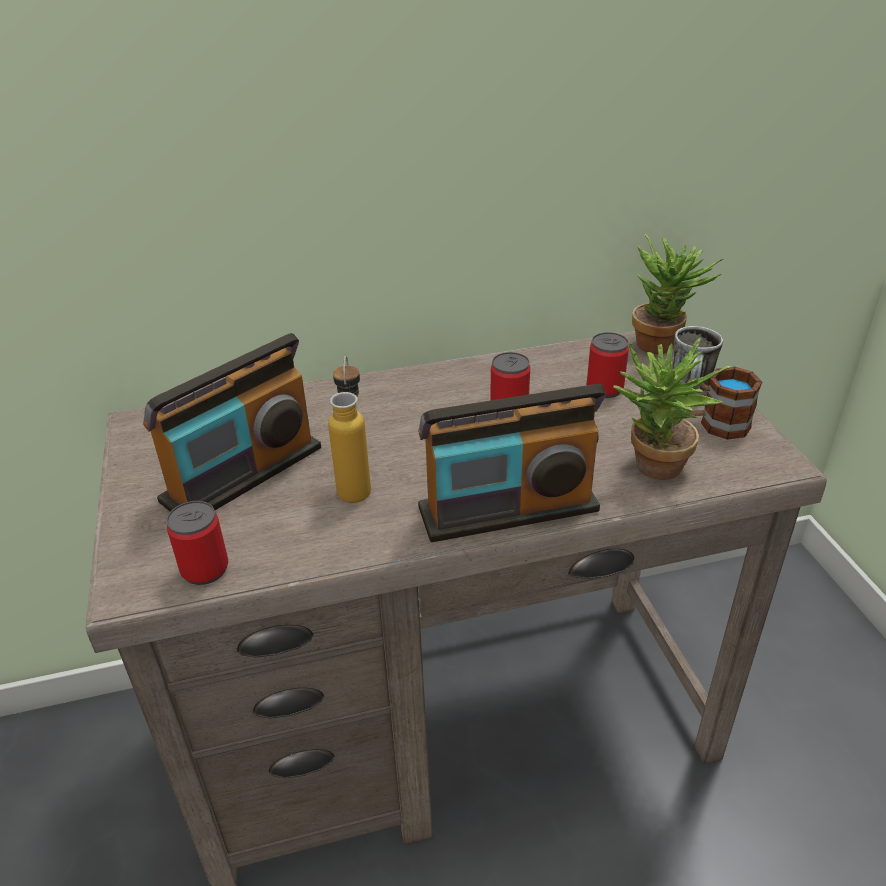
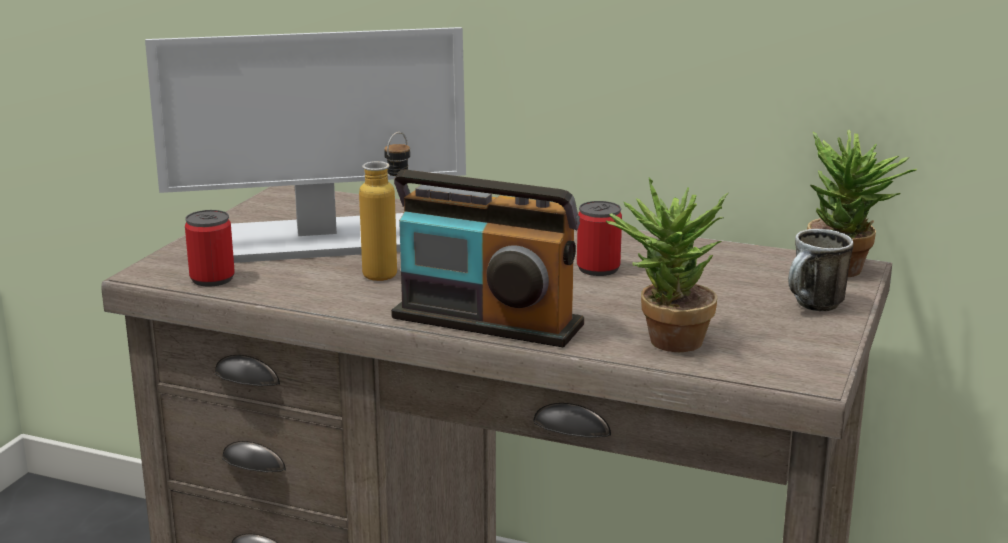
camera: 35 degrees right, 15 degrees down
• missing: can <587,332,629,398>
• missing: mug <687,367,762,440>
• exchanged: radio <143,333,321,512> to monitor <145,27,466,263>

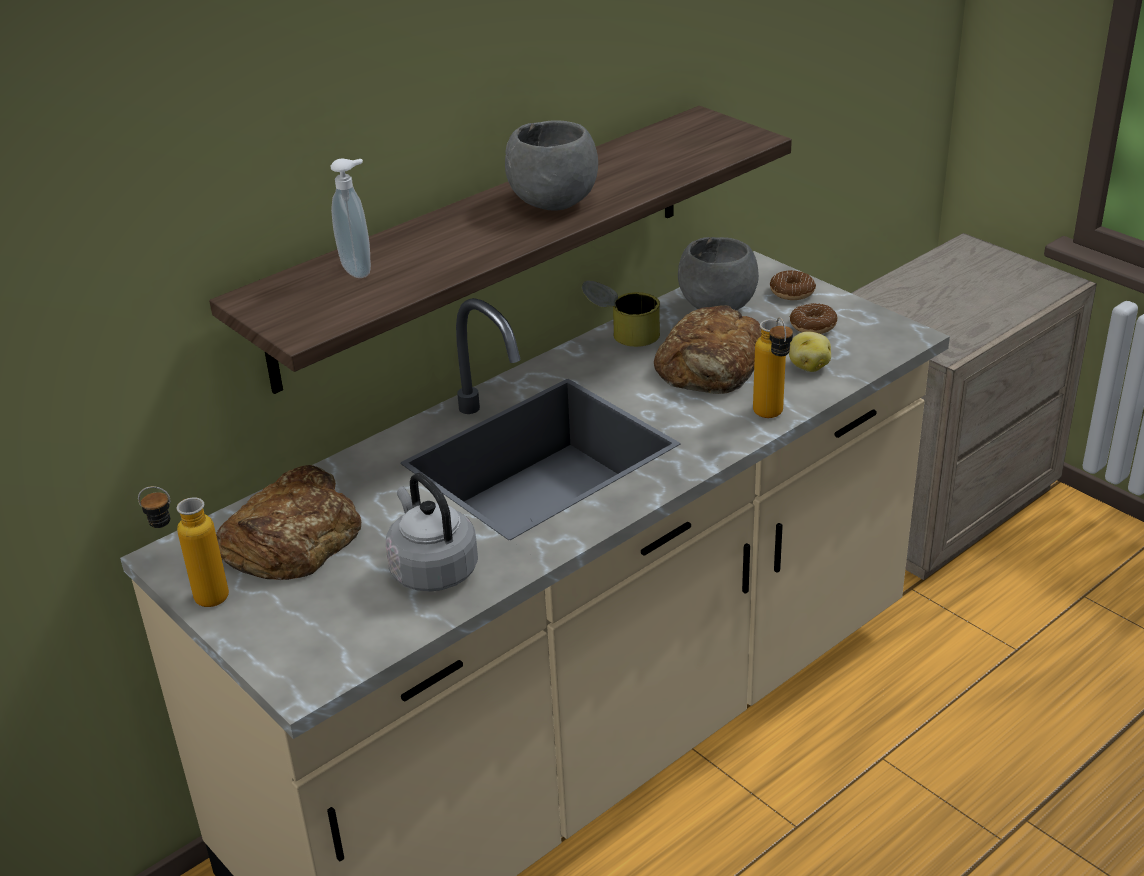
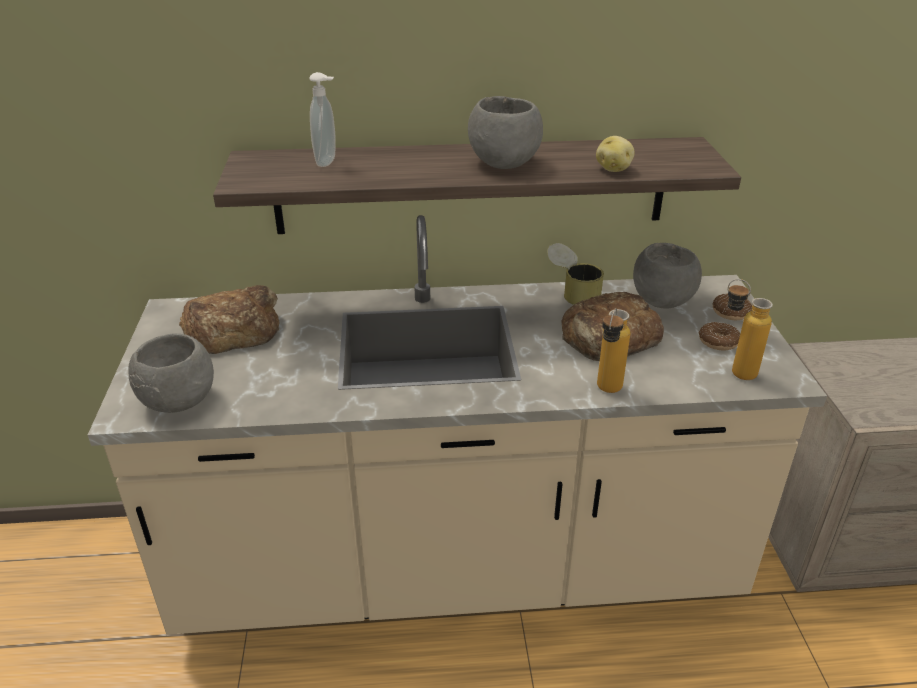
camera: 35 degrees right, 0 degrees up
• missing: grey kettle <386,473,478,592>
• appeared: grey bowl <128,334,214,413>
• relocated: bottle <138,486,229,607> to <727,279,773,380>
• relocated: potato <789,332,831,372> to <596,136,635,172>

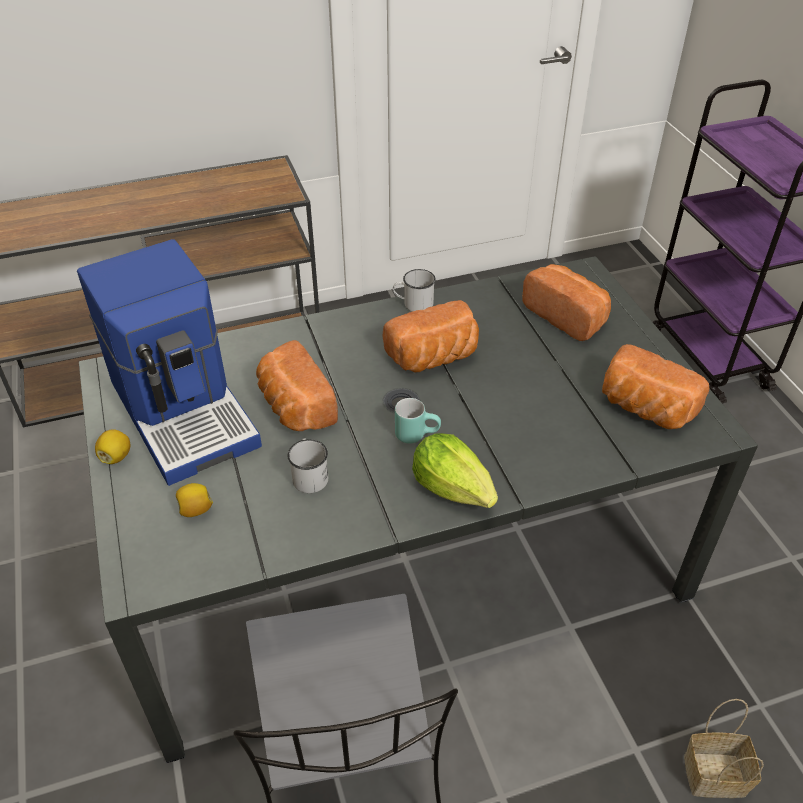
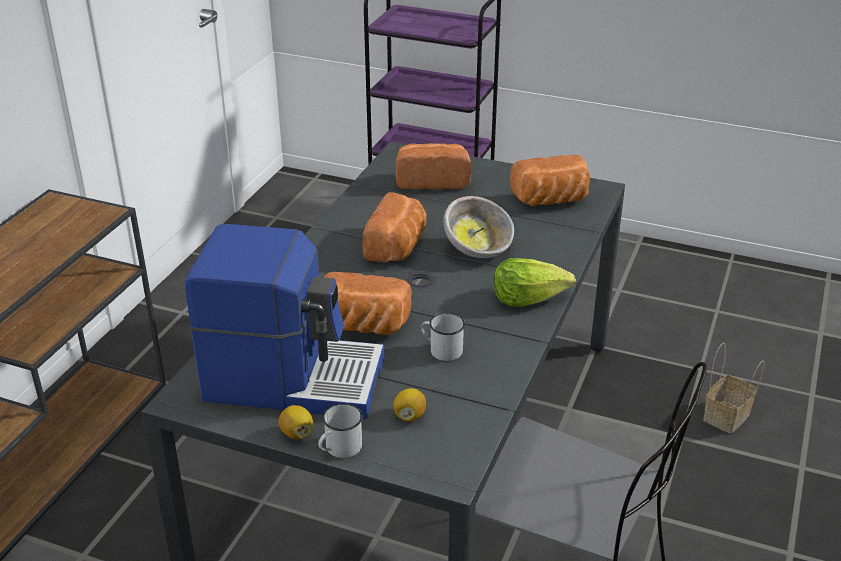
camera: 50 degrees left, 10 degrees down
• missing: turquoise mug <395,398,441,444>
• appeared: bowl <443,196,514,258>
• relocated: white mug <393,269,436,311> to <318,403,363,458>

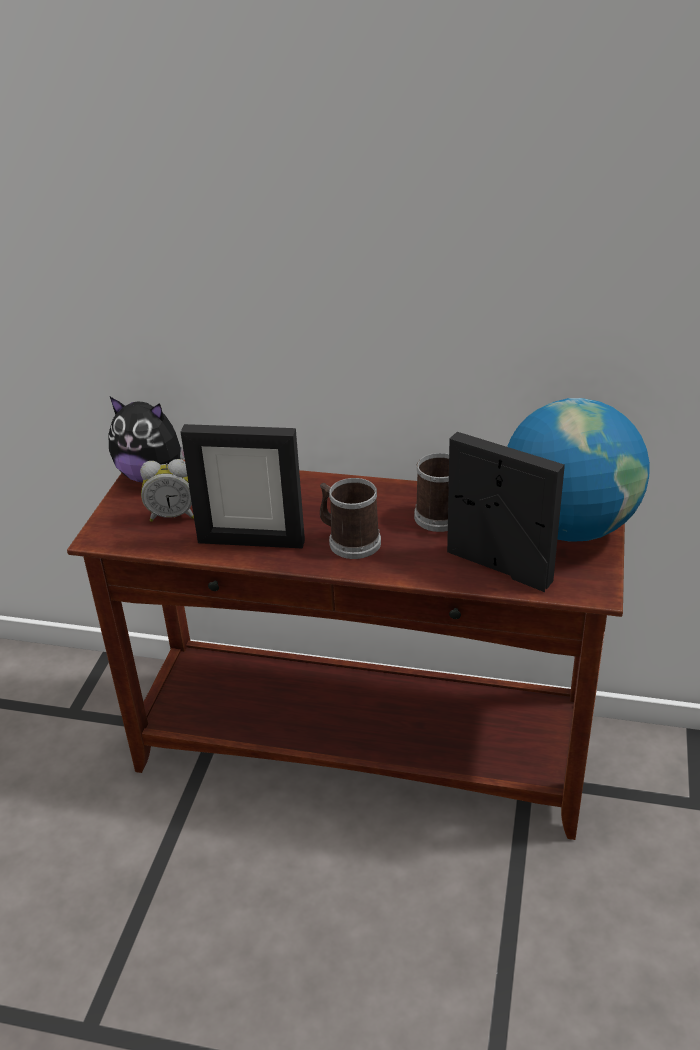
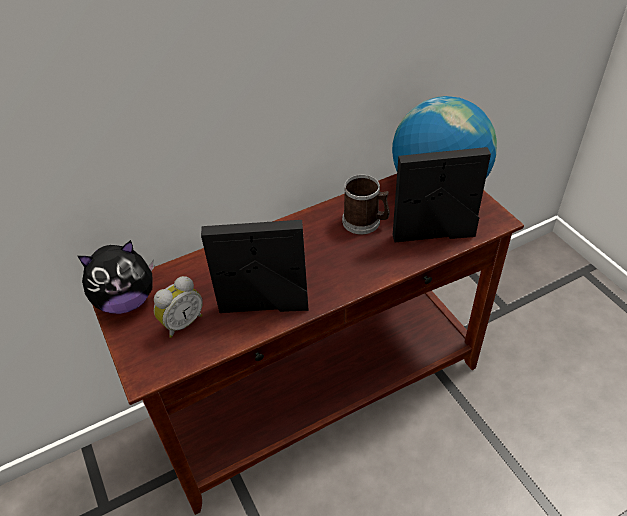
camera: 40 degrees left, 10 degrees up
• missing: mug <320,478,381,559>
• spun: picture frame <181,424,305,549> = <201,220,309,313> 150 degrees counterclockwise

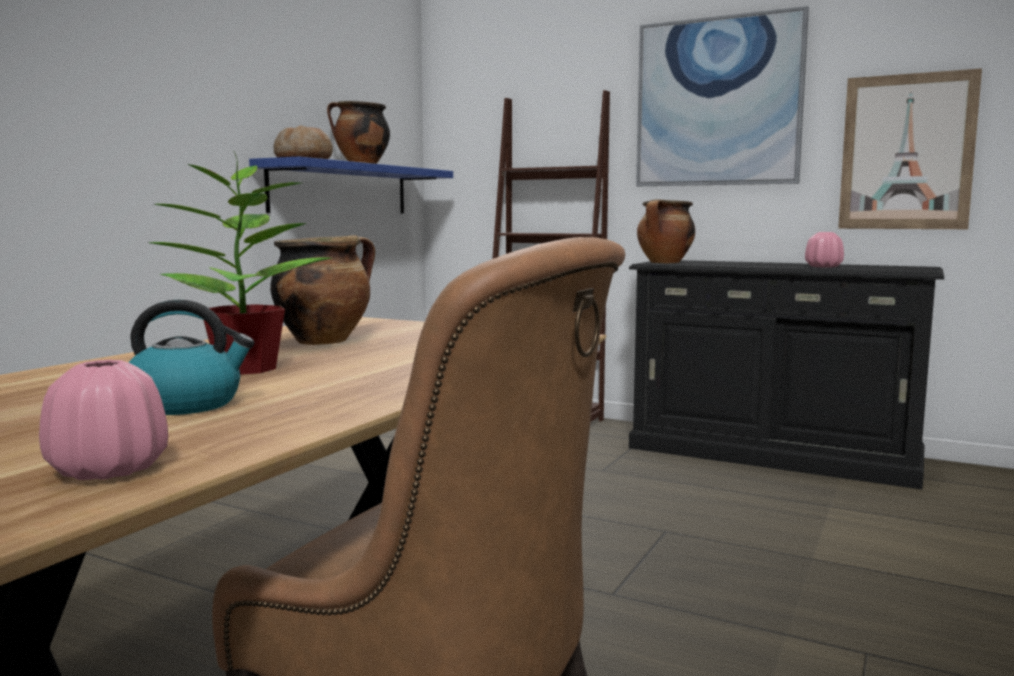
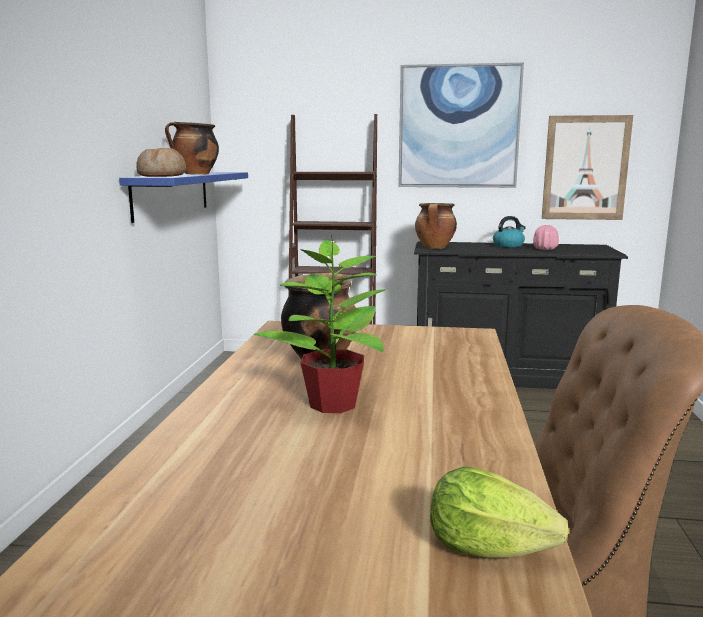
camera: 20 degrees left, 5 degrees up
• relocated: kettle <128,300,255,415> to <493,216,526,248>
• exchanged: pink vase <39,360,168,480> to lettuce <430,466,569,558>

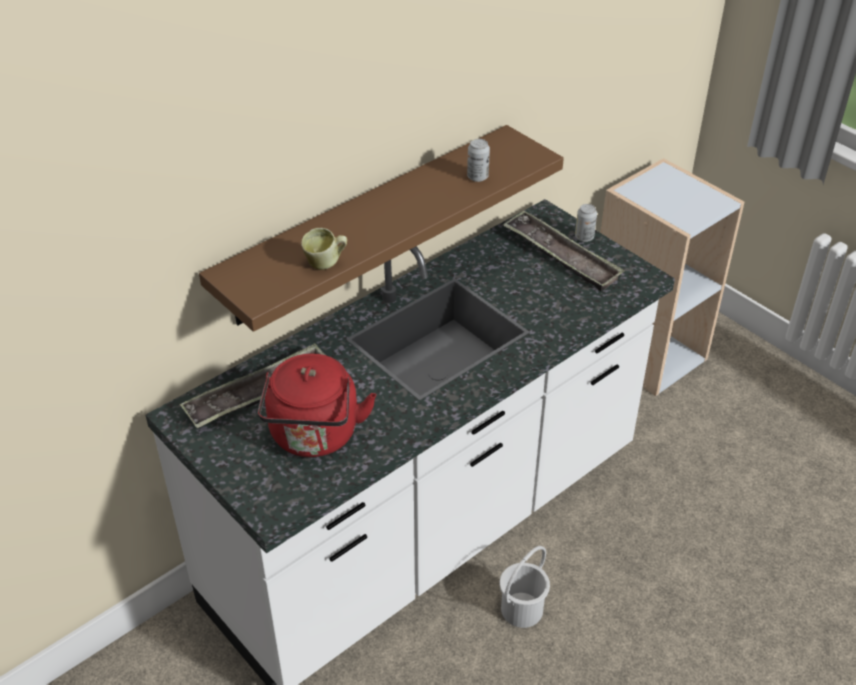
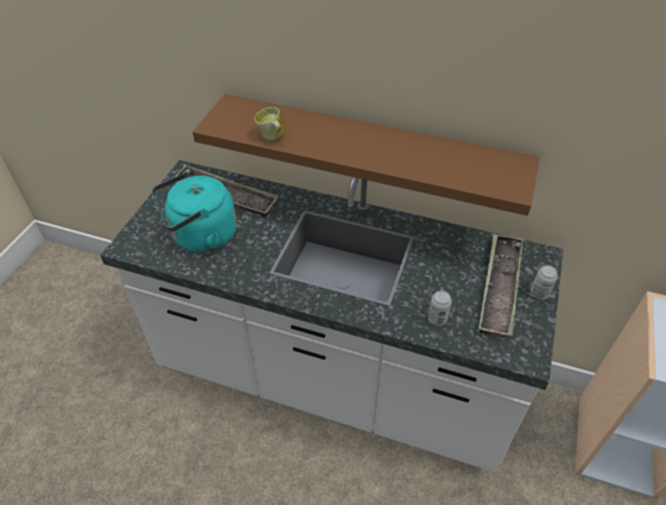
camera: 60 degrees right, 5 degrees up
• missing: white bucket <499,546,550,628>
• relocated: can <467,139,490,182> to <428,291,452,326>
• colour: red kettle <257,354,376,457> to turquoise kettle <152,172,237,253>

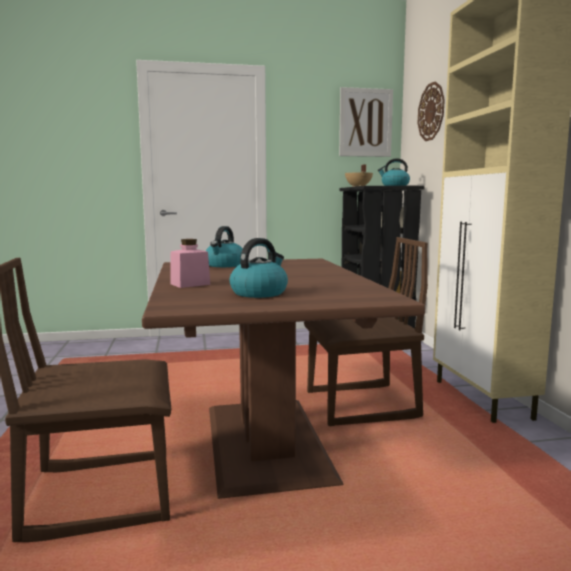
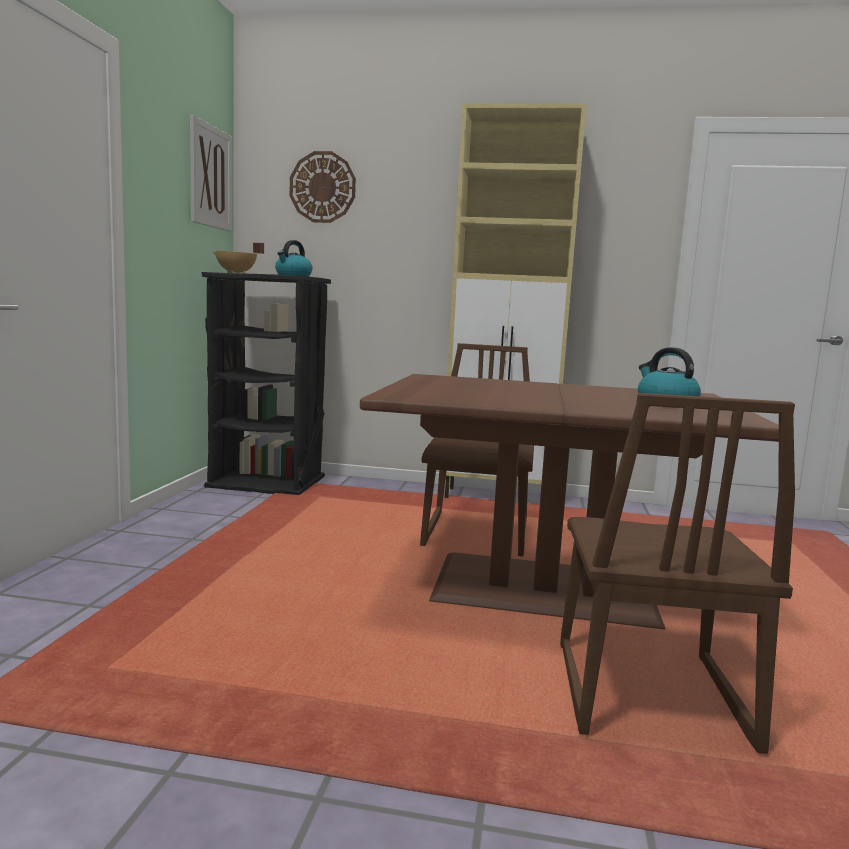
camera: 70 degrees left, 0 degrees up
• missing: pink jar <170,239,210,288>
• missing: kettle <206,226,243,267>

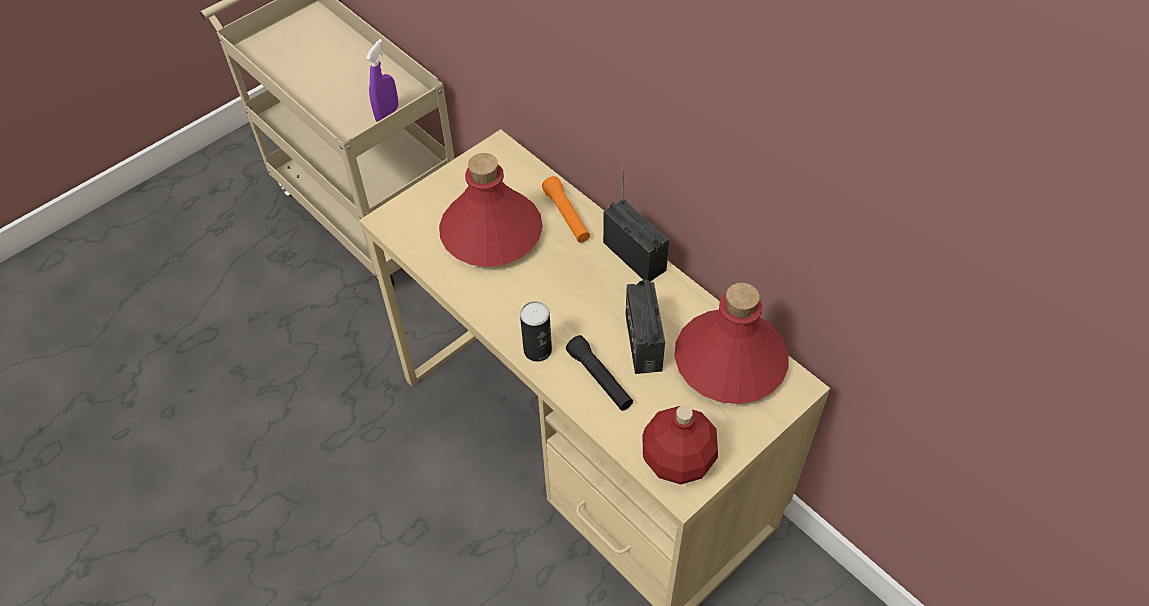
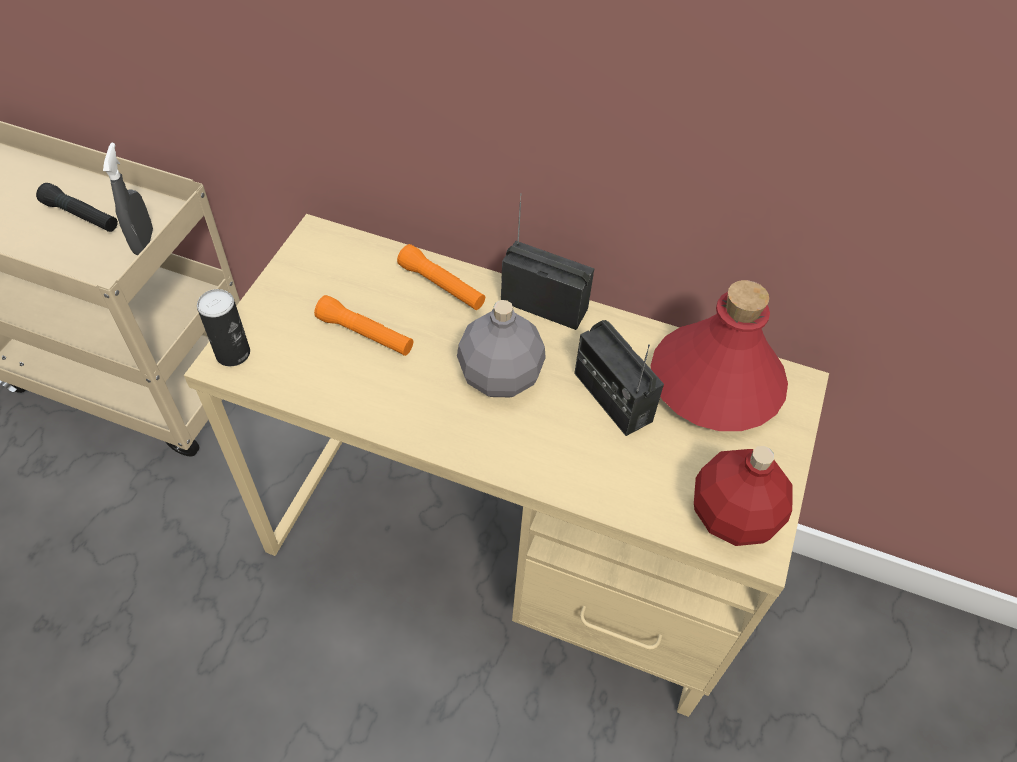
camera: 30 degrees left, 0 degrees up
• appeared: grey bottle <457,300,546,397>
• relocated: can <520,301,552,362> to <197,289,250,366>
• relocated: black flashlight <566,335,633,411> to <36,183,118,232>
• exchanged: red bottle <439,153,543,267> to orange flashlight <314,295,413,356>
• colour: purple spray bottle <366,39,398,122> to grey spray bottle <103,143,153,255>

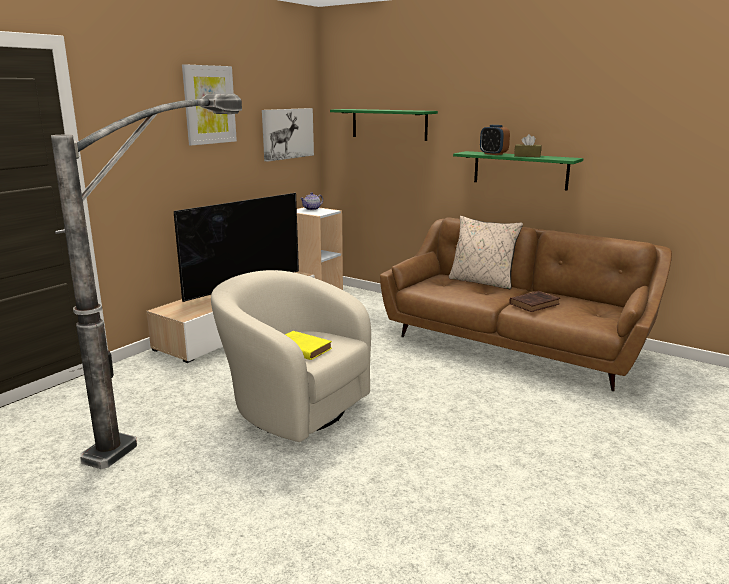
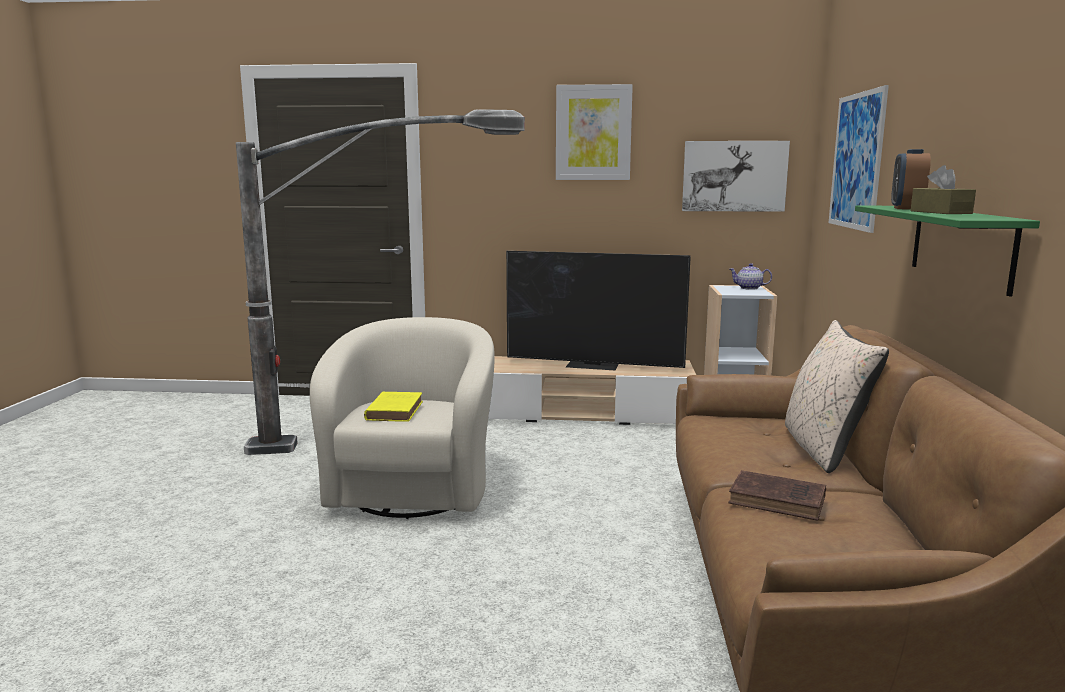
camera: 60 degrees right, 5 degrees down
• exchanged: green shelf <330,109,438,141> to picture <829,85,889,233>

